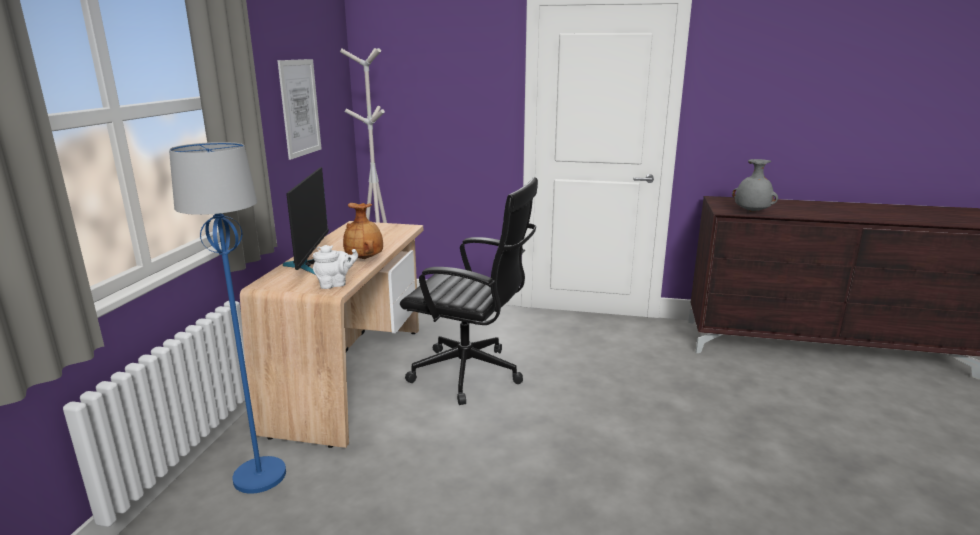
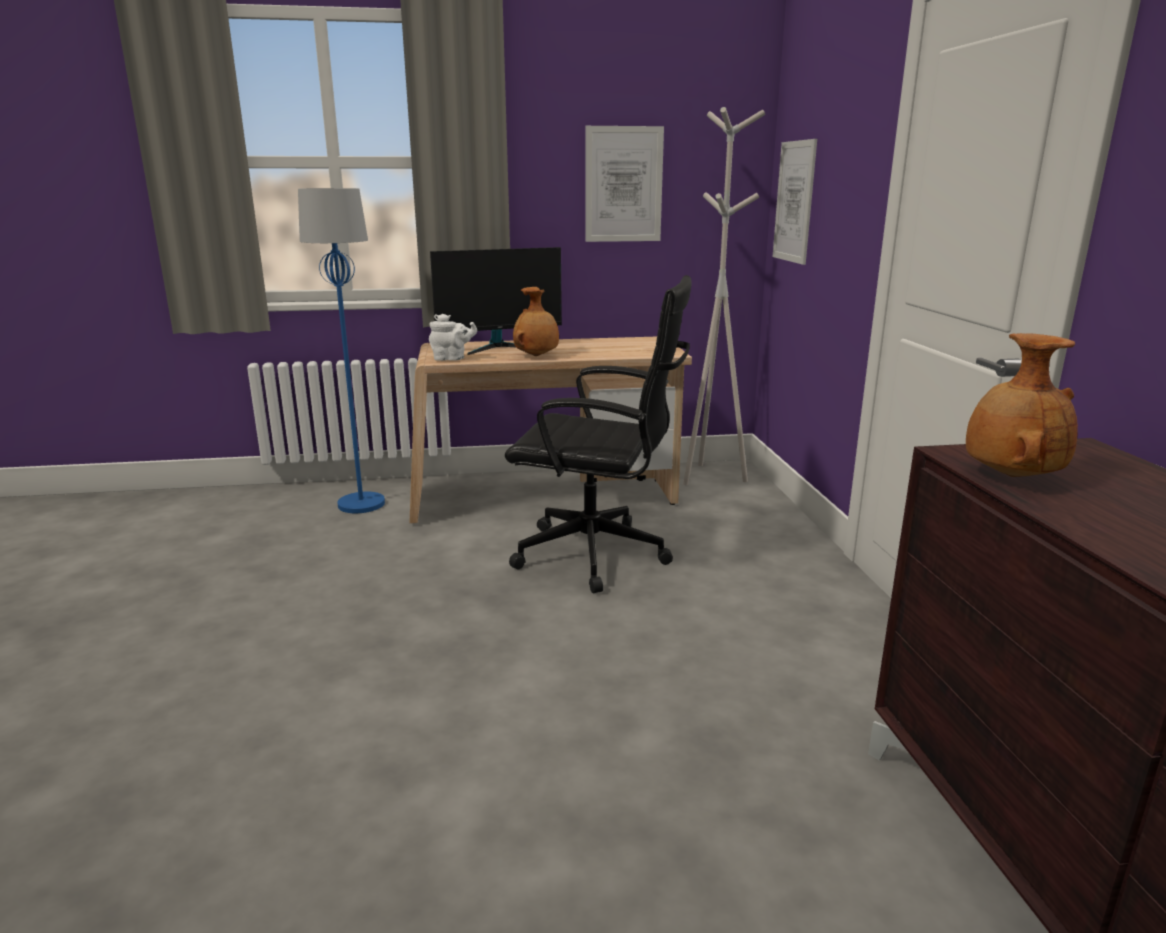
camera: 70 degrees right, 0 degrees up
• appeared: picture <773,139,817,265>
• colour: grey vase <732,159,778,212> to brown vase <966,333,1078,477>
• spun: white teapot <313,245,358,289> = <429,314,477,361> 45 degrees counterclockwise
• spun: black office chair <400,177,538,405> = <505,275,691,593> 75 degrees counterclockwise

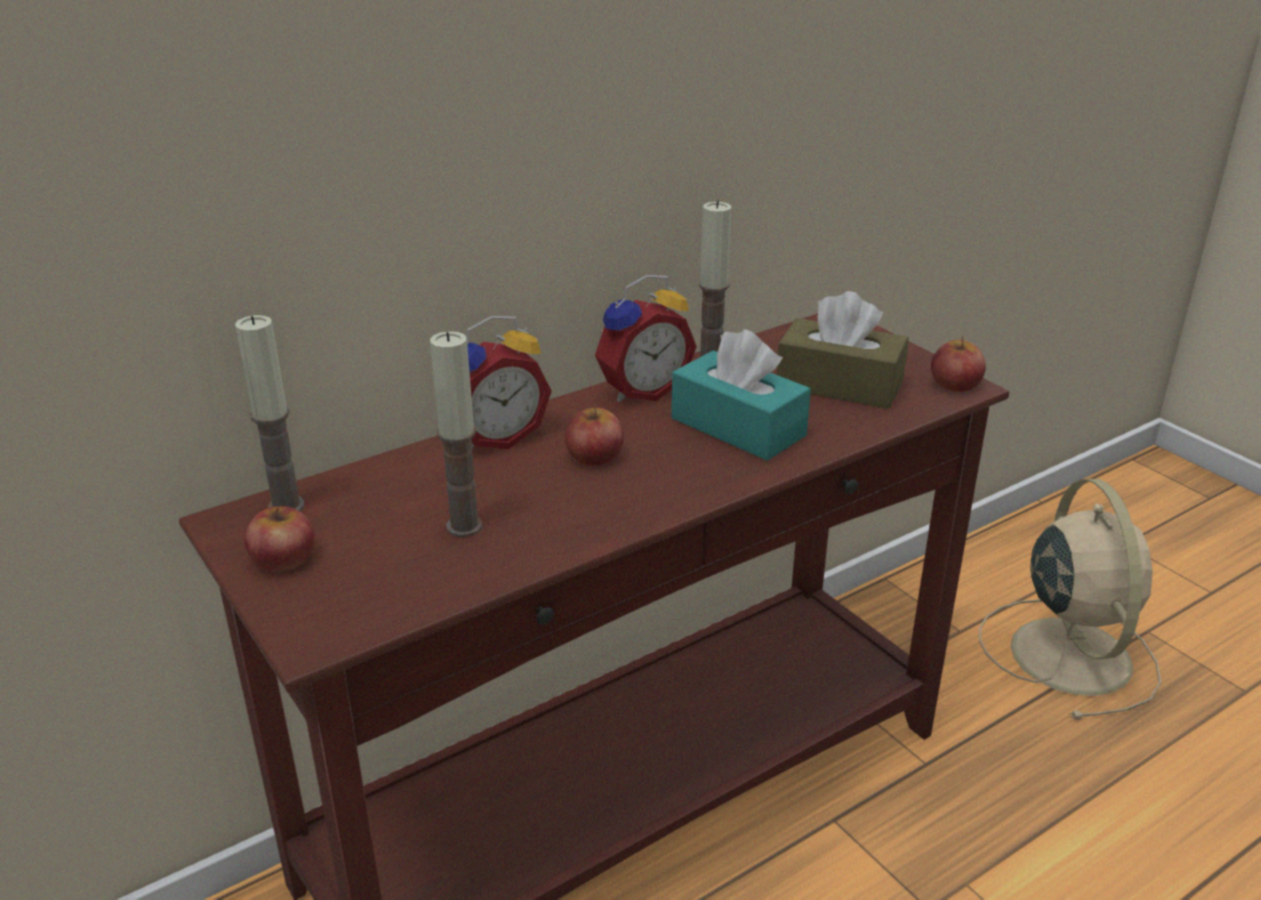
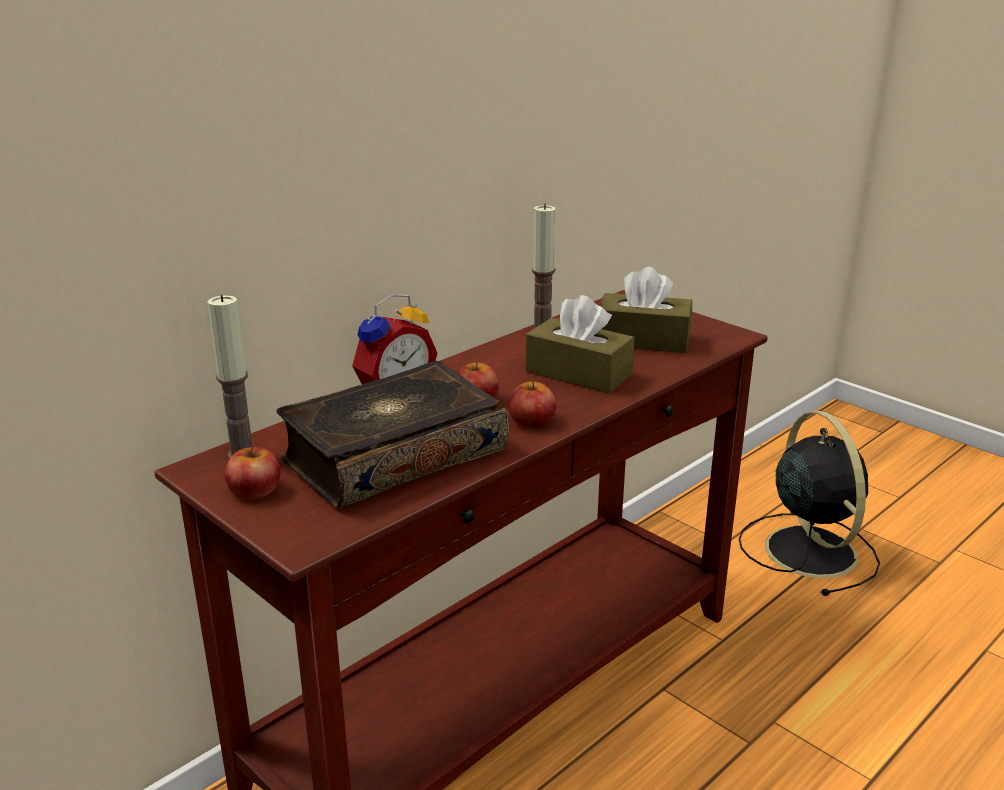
camera: 10 degrees left, 5 degrees down
• missing: alarm clock <595,275,697,402>
• relocated: apple <931,336,986,392> to <508,378,556,428>
• exchanged: candle <430,331,483,537> to book <276,361,509,509>
• colour: turquoise tissue box <671,329,811,461> to brown tissue box <526,295,635,393>
• colour: beige fan <979,479,1161,720> to black fan <739,411,880,596>

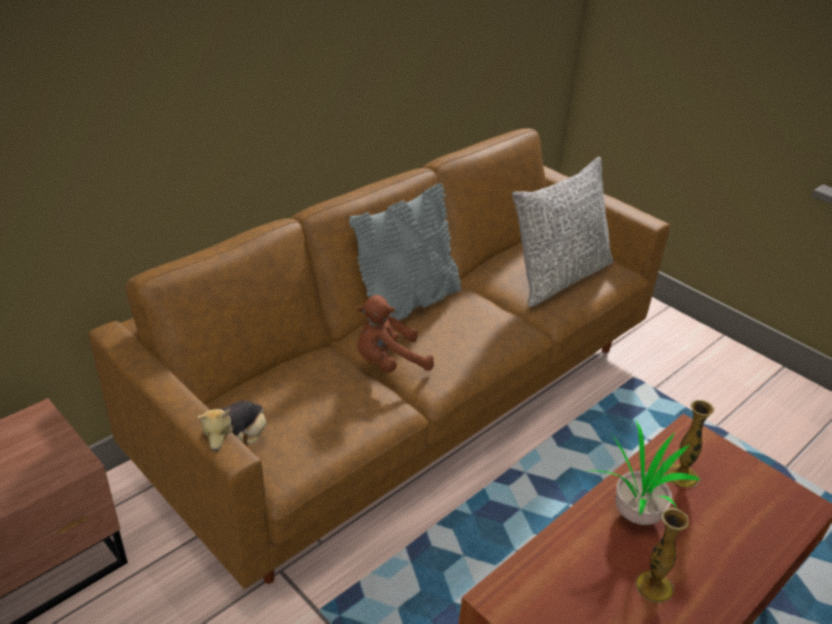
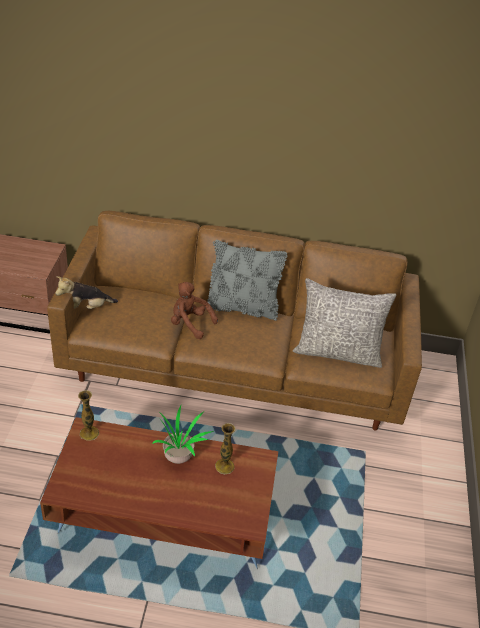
camera: 50 degrees right, 5 degrees up
• relocated: vase <636,508,689,603> to <78,390,99,441>

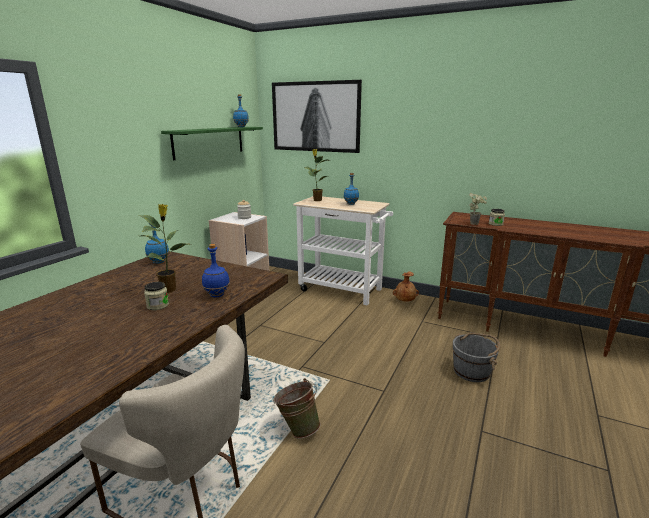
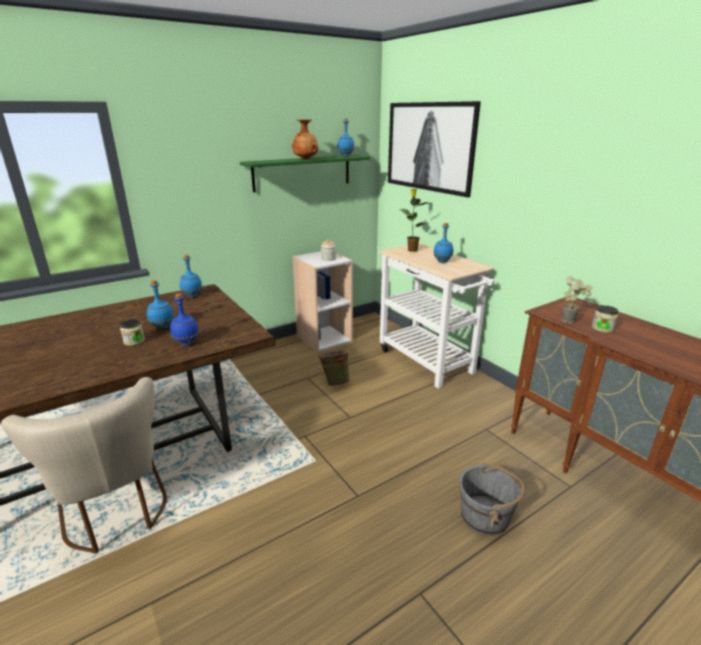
camera: 30 degrees right, 5 degrees up
• relocated: green bucket <273,378,320,439> to <318,348,350,386>
• relocated: brown vase <393,271,419,302> to <292,119,318,159>
• exchanged: potted plant <139,204,191,293> to blue bottle <147,280,174,330>

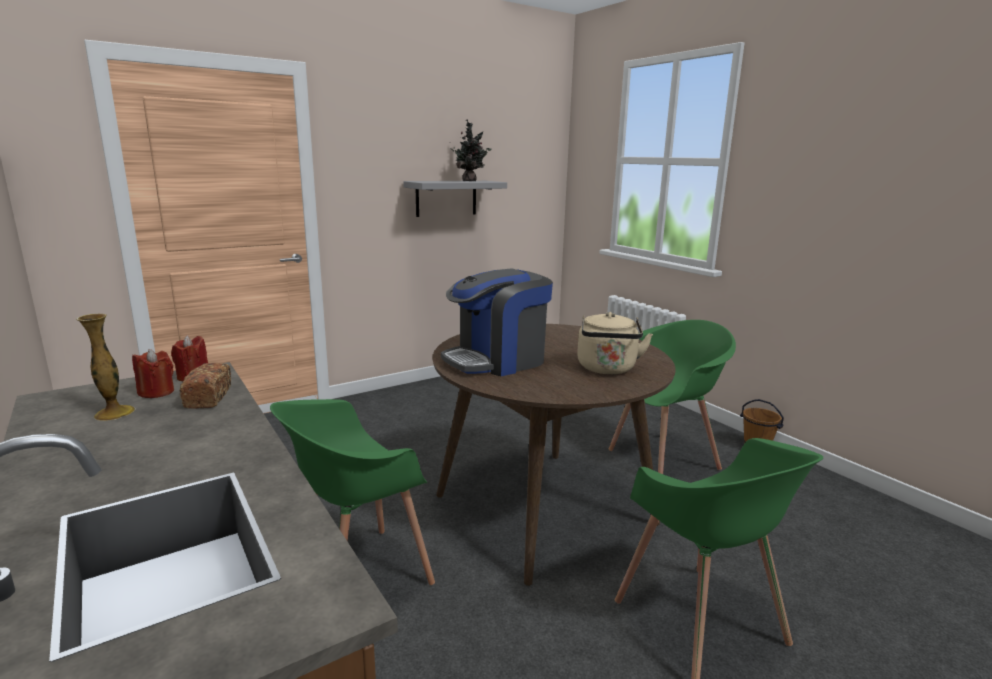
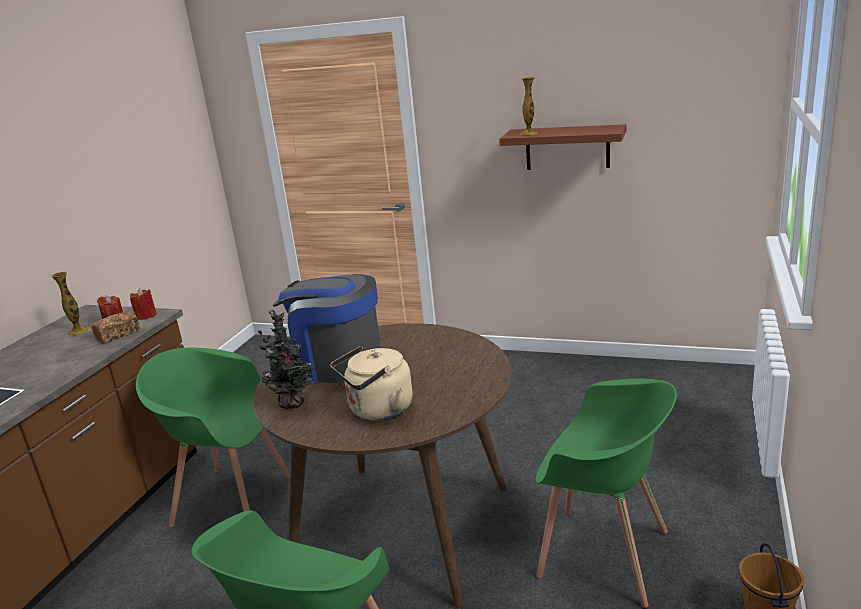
camera: 55 degrees right, 5 degrees up
• appeared: vase <519,77,538,135>
• relocated: potted plant <450,119,491,181> to <257,310,315,409>
• colour: grey shelf <403,181,507,217> to brown shelf <499,124,626,170>

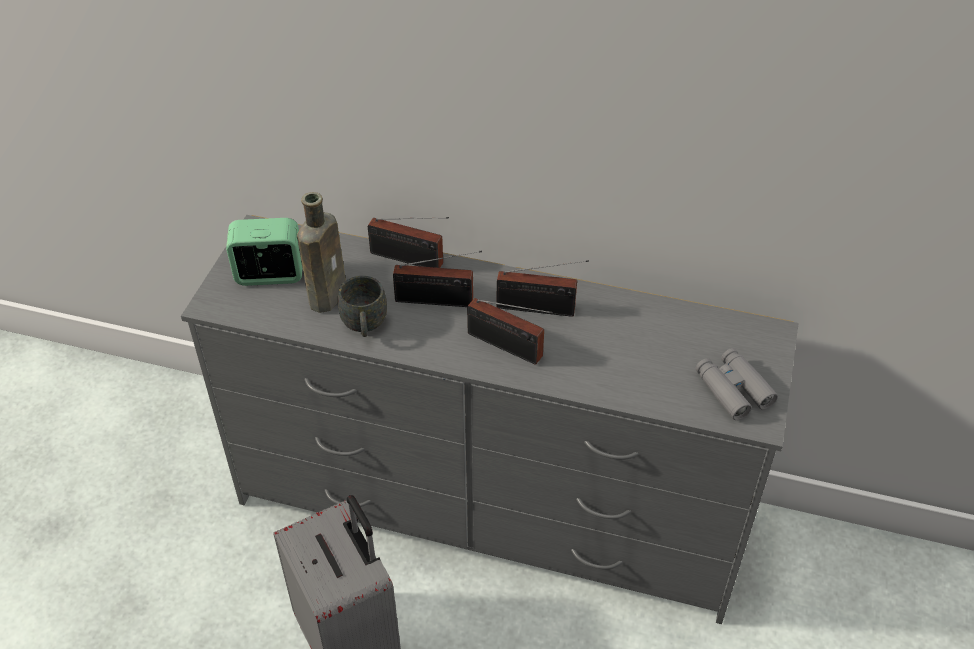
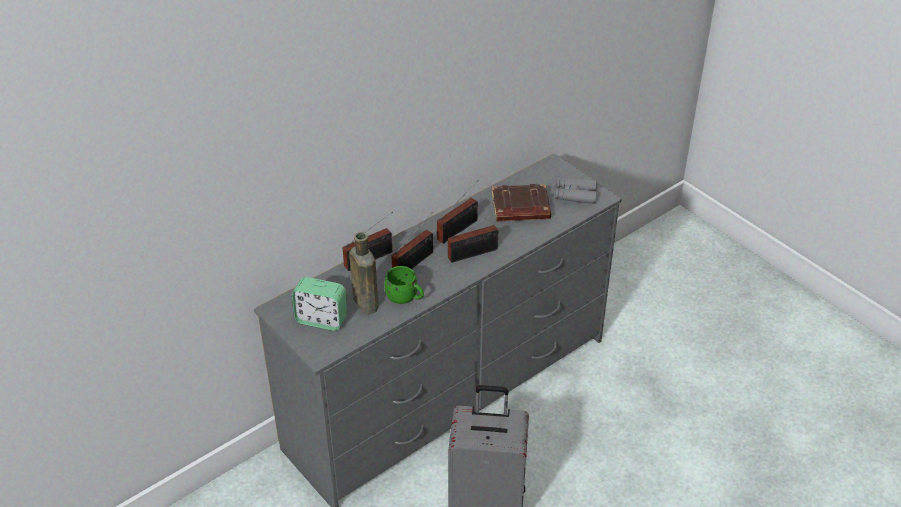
camera: 55 degrees left, 5 degrees down
• appeared: brown book <492,184,551,221>
• colour: grey mug <338,276,387,337> to green mug <385,266,424,304>
• spun: alarm clock <226,218,303,286> = <292,277,347,331> 105 degrees counterclockwise

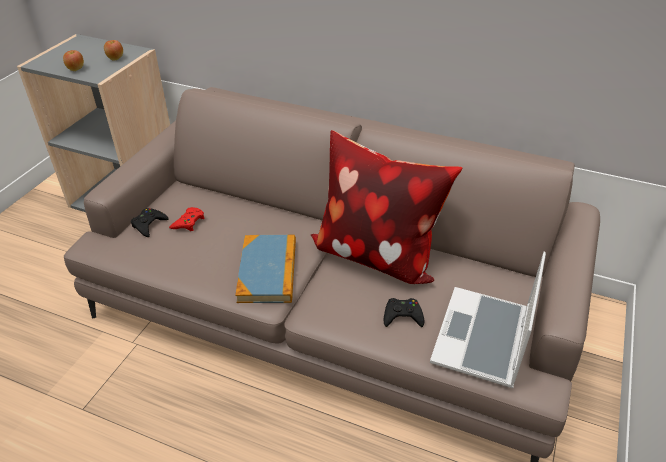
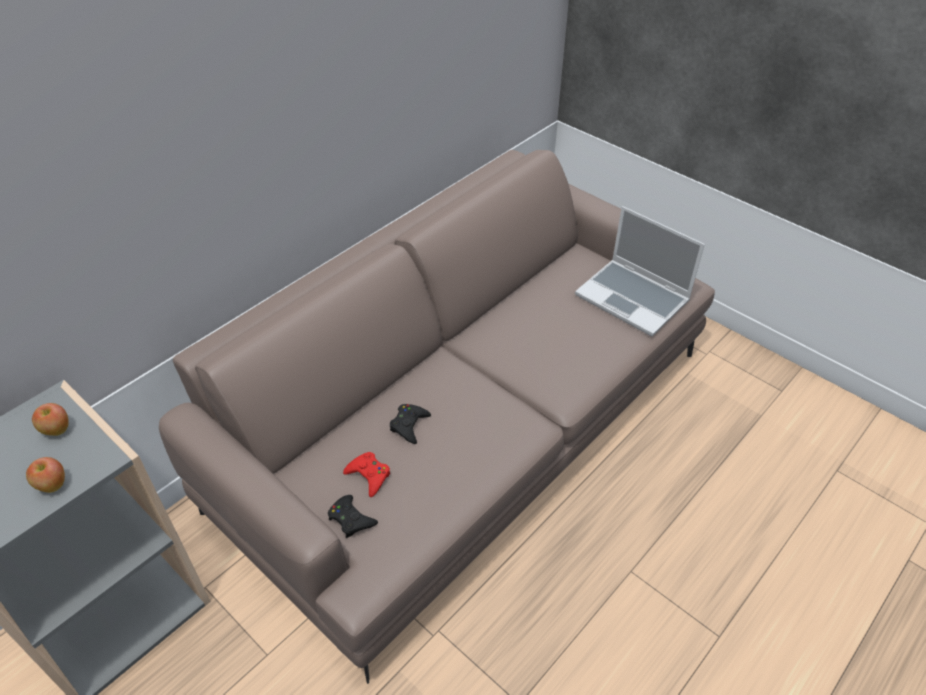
camera: 70 degrees left, 5 degrees up
• missing: book <235,235,296,303>
• missing: pillow <311,130,462,284>
• relocated: black game controller <383,298,424,327> to <390,404,431,444>

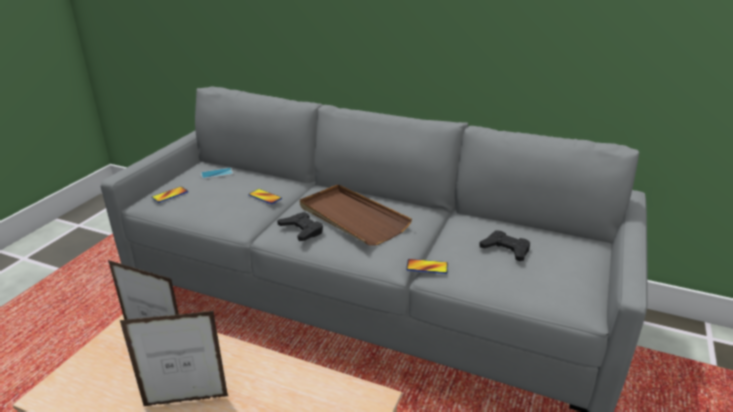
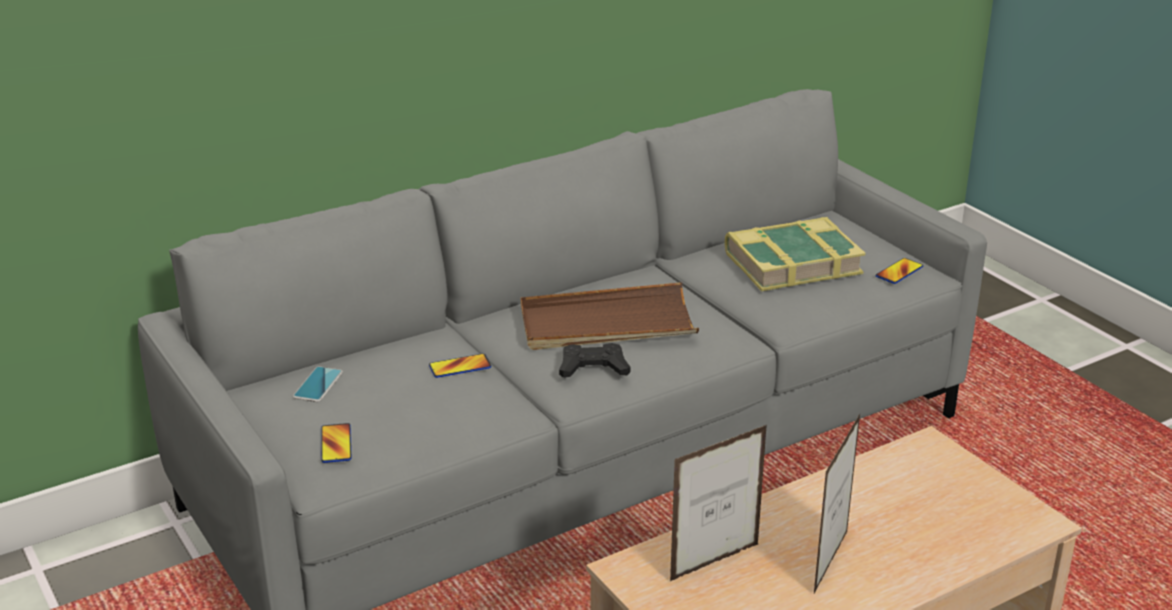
camera: 55 degrees left, 0 degrees up
• relocated: phone <406,259,448,274> to <876,258,923,284>
• exchanged: black game controller <479,230,530,262> to book <725,217,865,292>

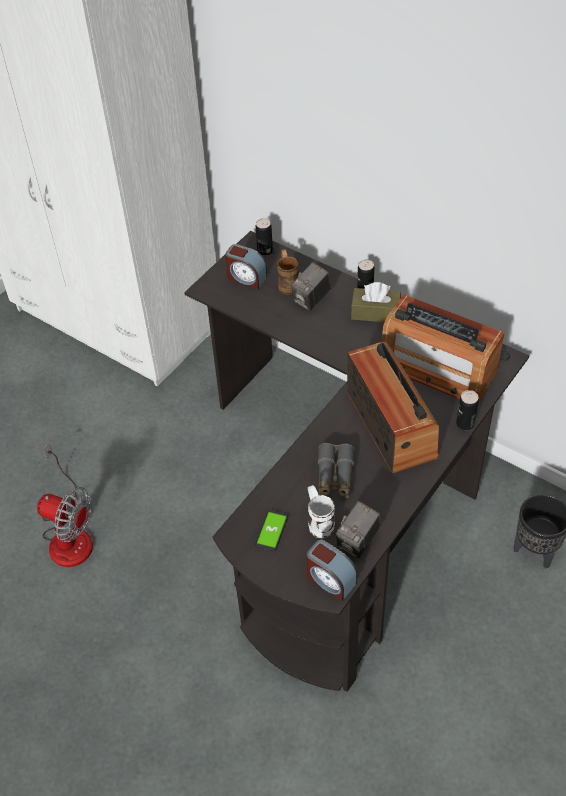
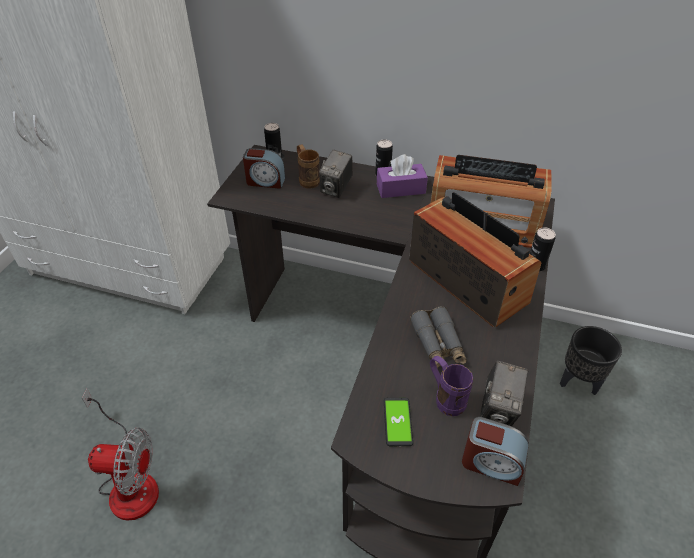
camera: 20 degrees left, 5 degrees down
• colour: white mug <308,485,335,538> to purple mug <430,356,473,416>
• colour: brown tissue box <351,282,401,322> to purple tissue box <377,154,428,198>

